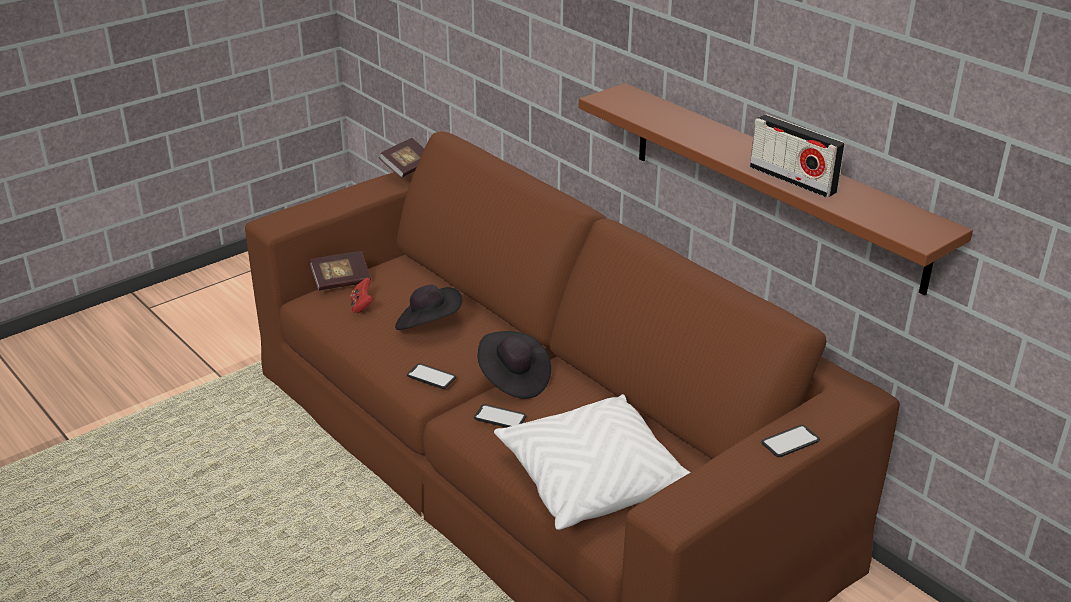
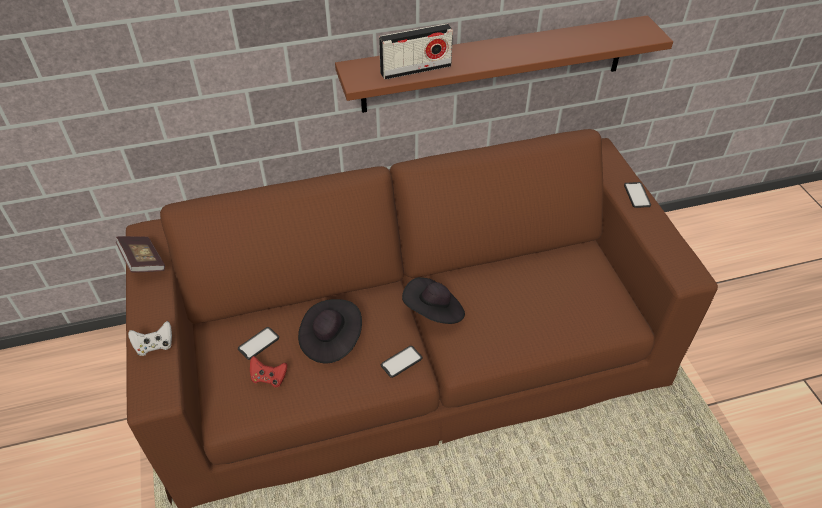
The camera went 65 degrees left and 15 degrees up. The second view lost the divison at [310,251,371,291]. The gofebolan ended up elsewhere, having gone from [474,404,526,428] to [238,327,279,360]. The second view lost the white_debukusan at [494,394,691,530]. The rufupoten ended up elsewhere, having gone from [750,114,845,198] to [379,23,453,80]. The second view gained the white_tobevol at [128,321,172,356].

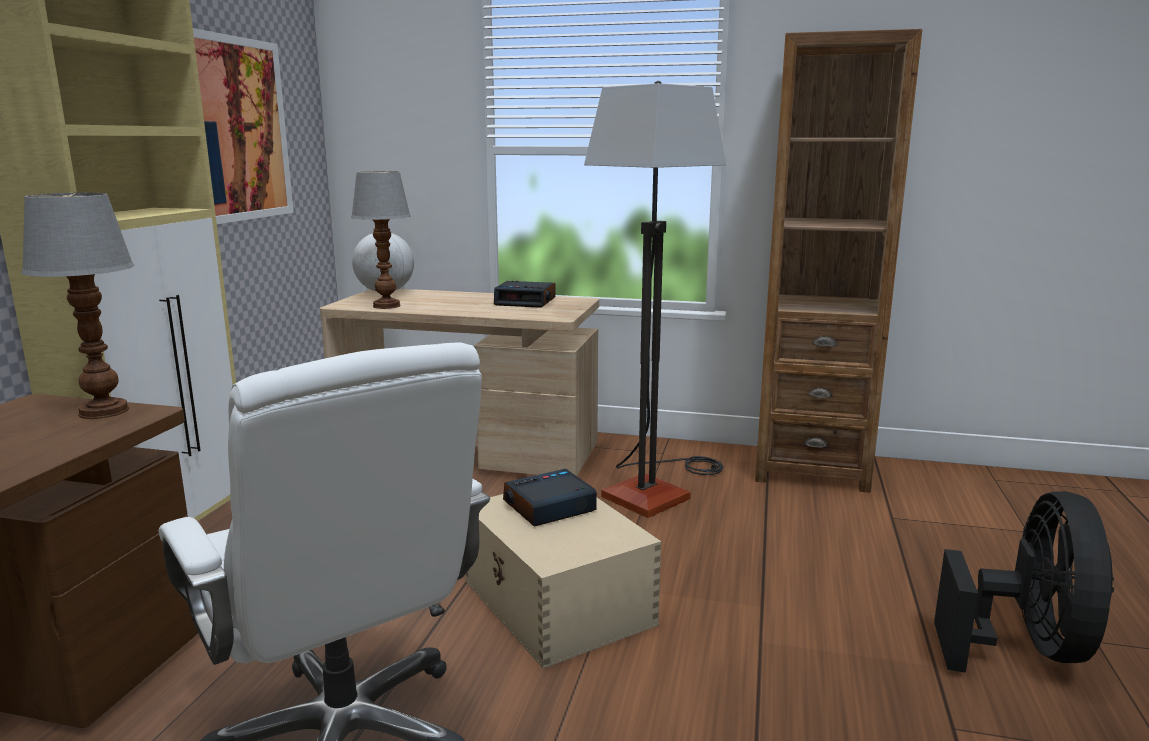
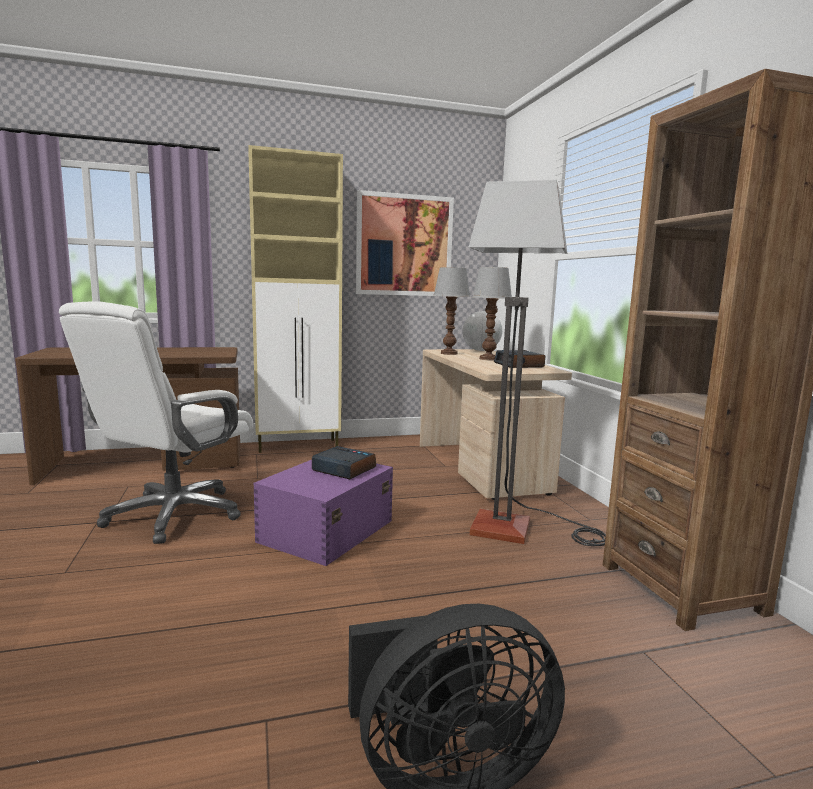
The camera went 60 degrees right and 5 degrees down. The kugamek ended up elsewhere, having gone from [21,193,134,419] to [473,267,512,361]. What was the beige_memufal at [465,494,661,668] turned into the purple_memufal at [253,460,393,566].

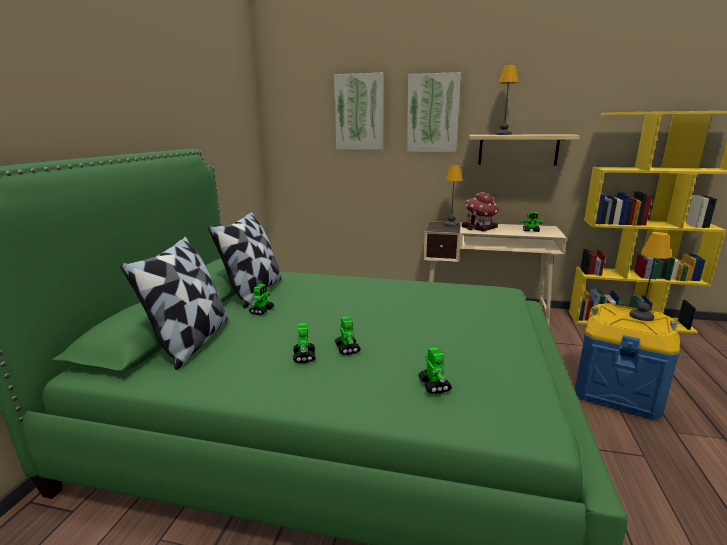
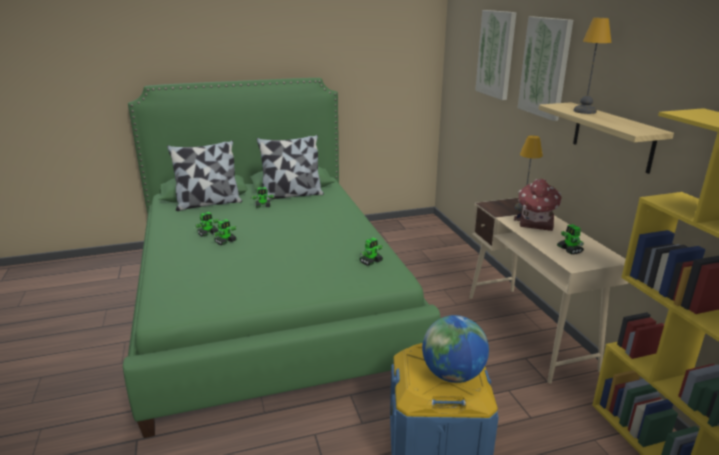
The camera went 60 degrees right and 5 degrees up. The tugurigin ended up elsewhere, having gone from [418,347,452,394] to [360,238,383,266]. Where the kugamek stood at [629,232,671,321], the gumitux came to stand at [422,315,489,383].

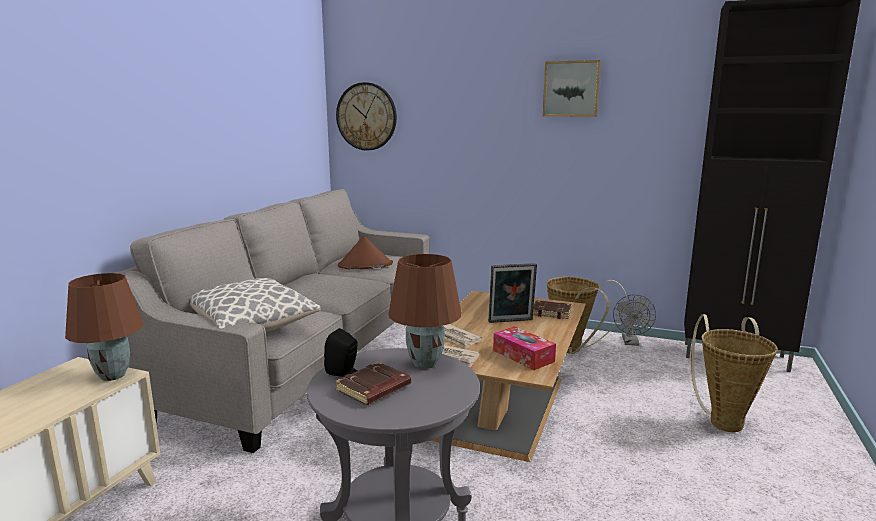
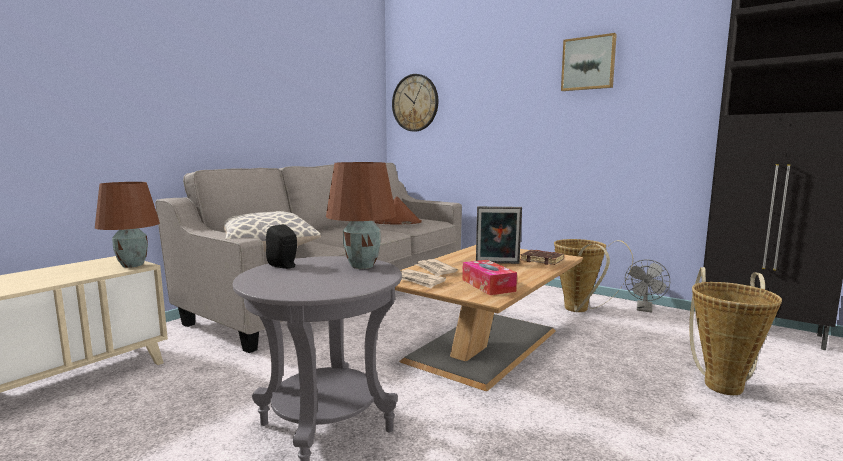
The camera went 15 degrees right and 5 degrees down. The second view lost the brown_divison at [335,362,411,405].

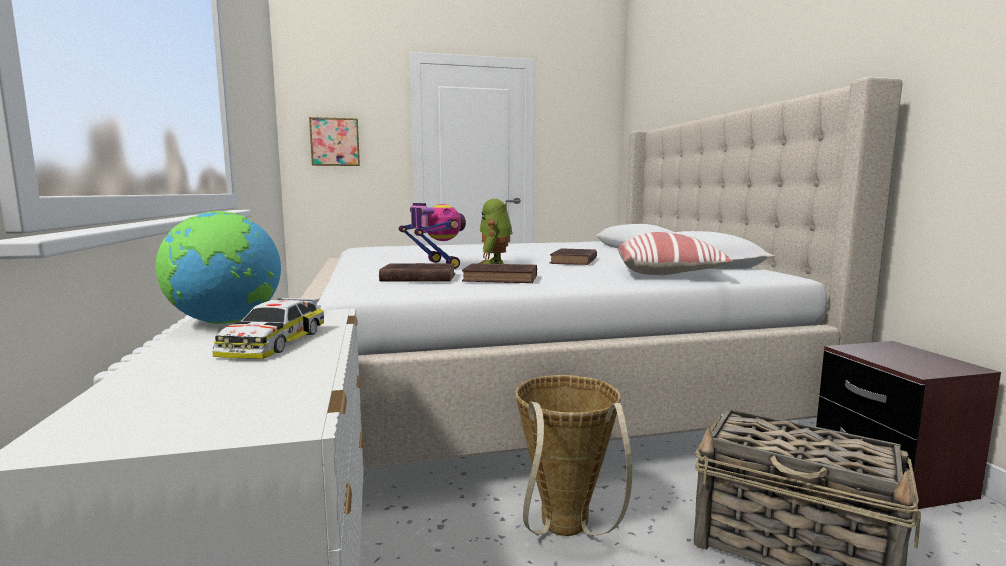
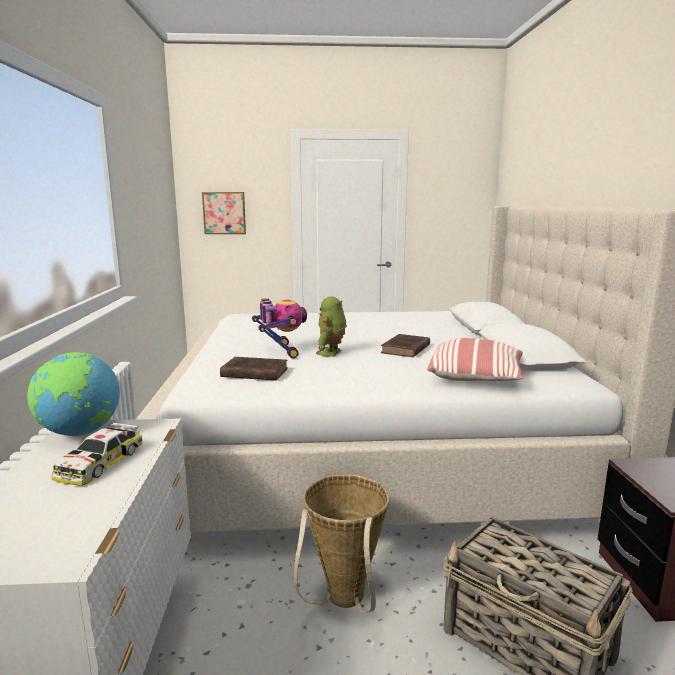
The camera went 10 degrees right and 5 degrees up. The second view lost the brown_divison at [462,263,537,283].

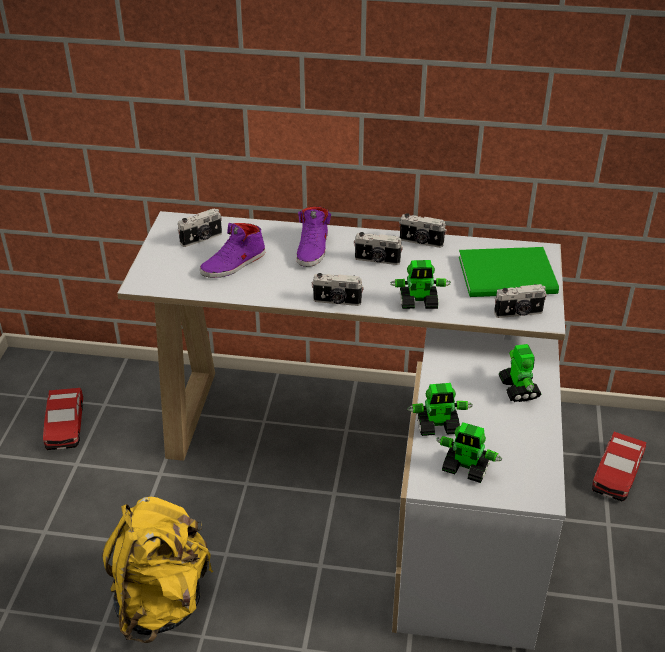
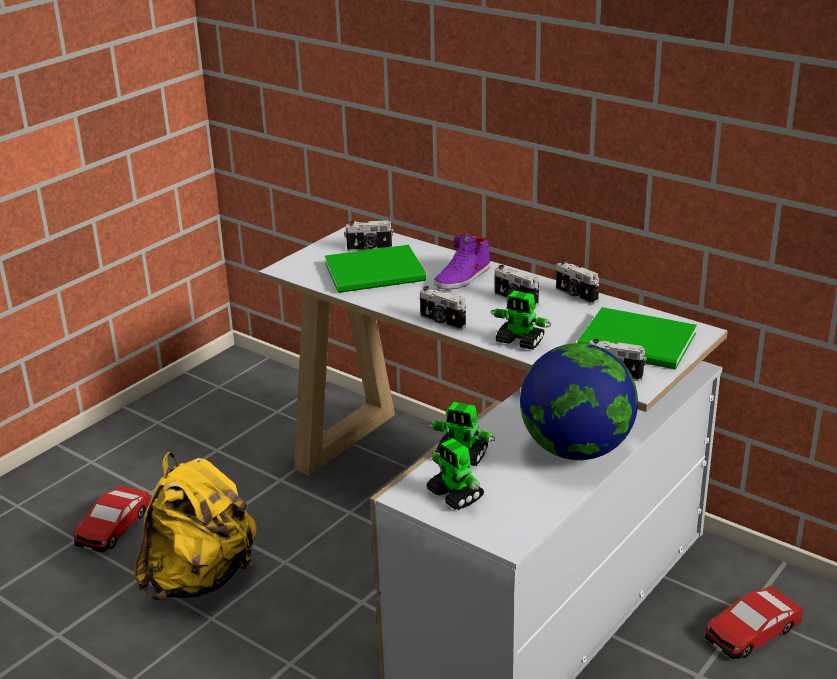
The camera went 30 degrees right and 10 degrees down. The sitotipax ended up elsewhere, having gone from [43,388,83,450] to [74,485,150,552]. Where the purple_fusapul stood at [200,223,265,278], the green_divison came to stand at [325,245,426,293]. Where the tugurigin stood at [499,344,541,402], the gumitux came to stand at [520,343,638,460].

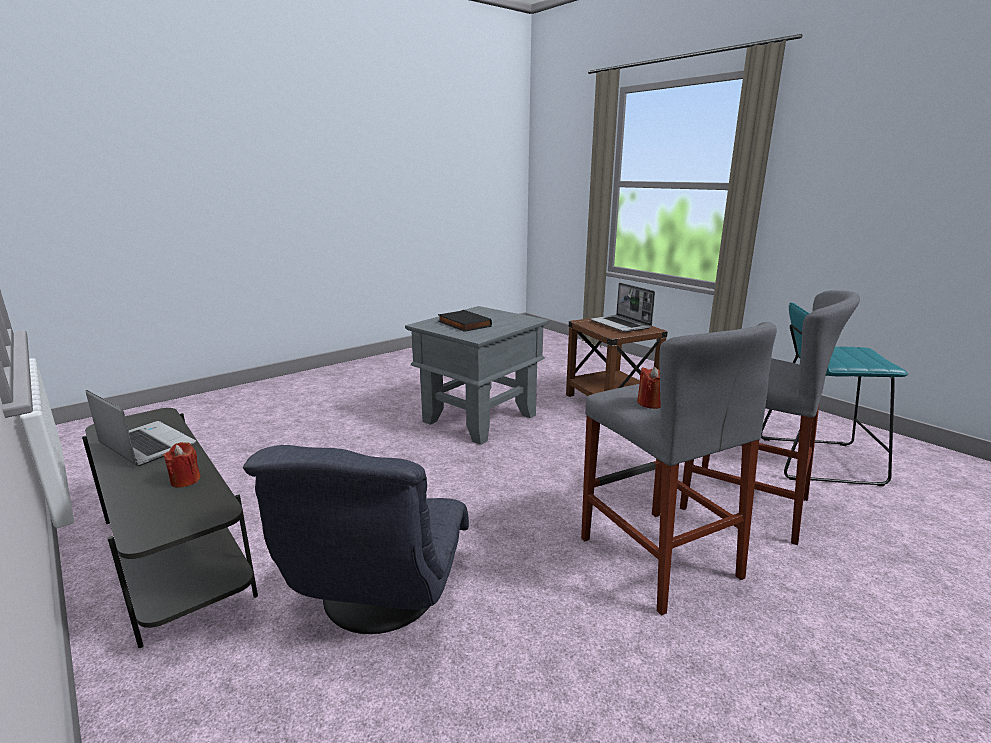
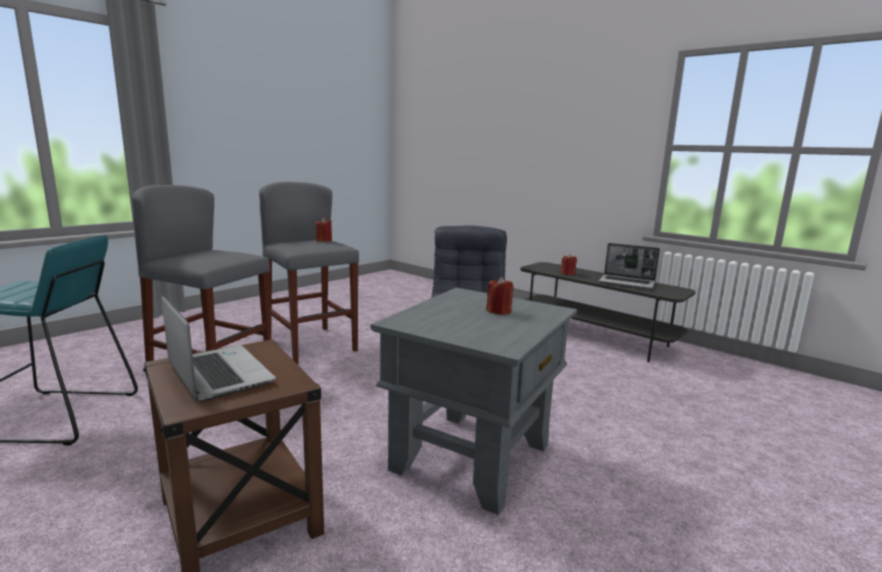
The camera went 170 degrees right and 5 degrees down. Where the black_divison stood at [438,310,492,332], the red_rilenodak came to stand at [486,277,514,315].

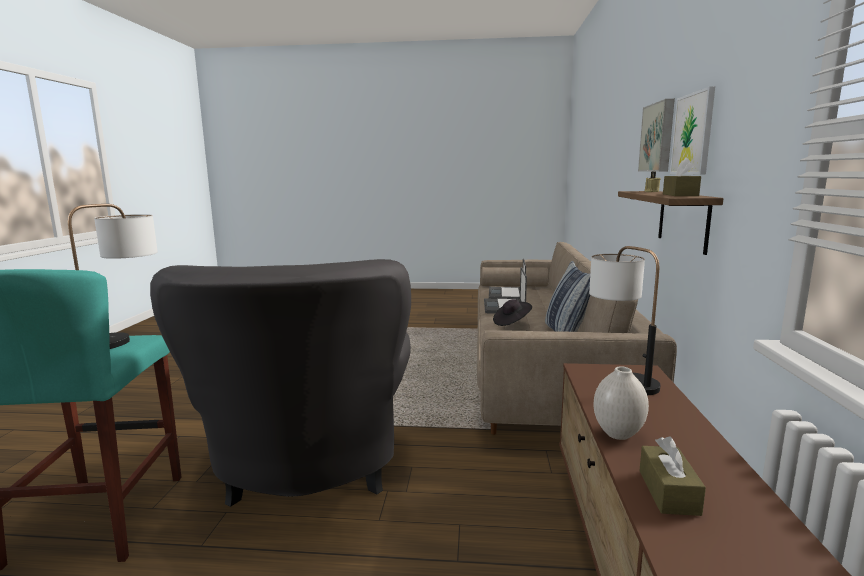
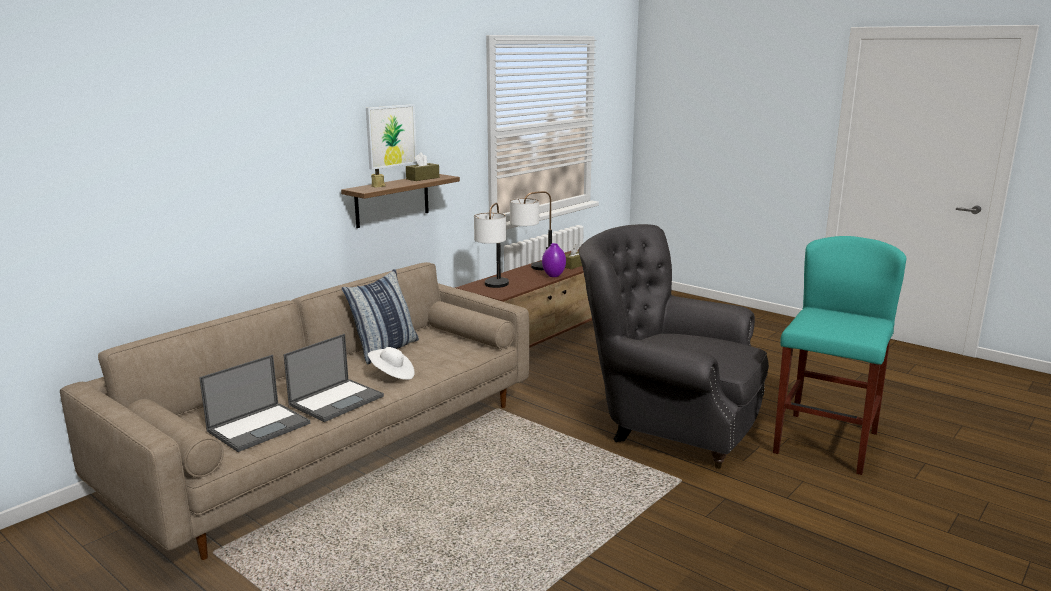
The camera went 145 degrees left and 5 degrees up. The kugamek ended up elsewhere, having gone from [68,204,158,349] to [510,191,552,270]. The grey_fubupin at [150,259,411,507] ended up facing another way, 90 degrees counterclockwise from before. What was the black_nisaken at [493,299,532,326] turned into the white_nisaken at [368,347,414,380]. What was the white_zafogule at [593,366,649,440] turned into the purple_zafogule at [542,243,566,277]. The second view lost the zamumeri at [638,99,675,172].

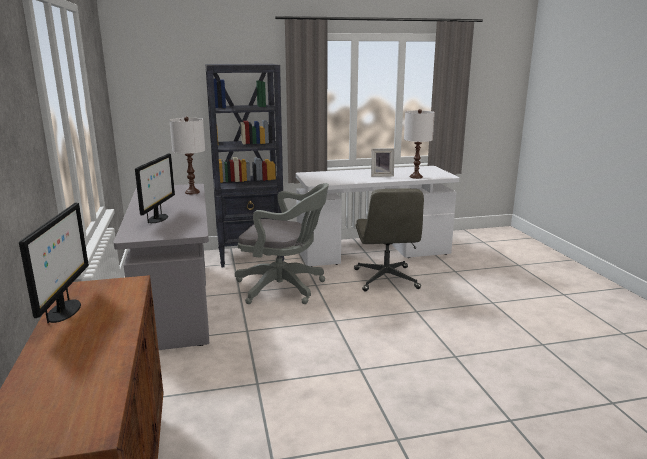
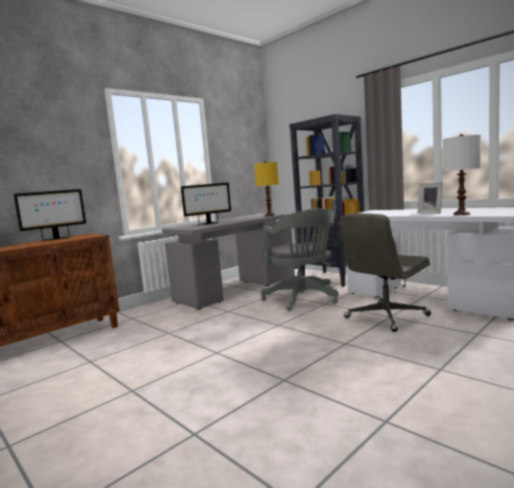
The camera went 60 degrees right and 10 degrees down. What was the white_kugamek at [169,117,205,194] turned into the yellow_kugamek at [254,161,279,217].

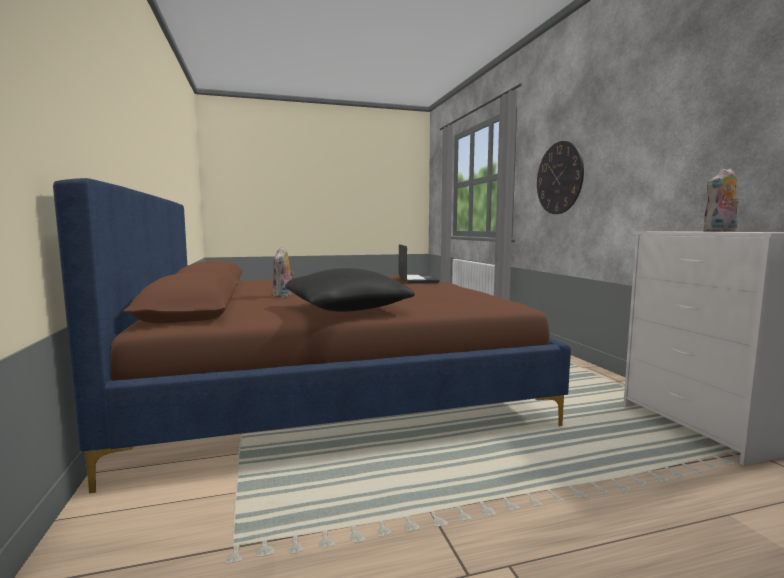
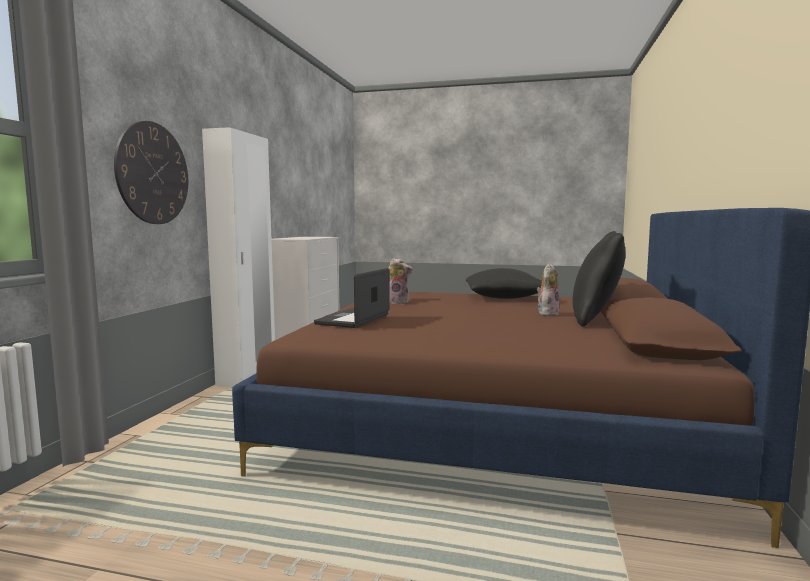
The camera went 150 degrees left and 0 degrees up. The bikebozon ended up elsewhere, having gone from [703,168,739,232] to [389,258,413,304]. The second view gained the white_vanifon at [202,127,275,387]. The second view gained the black_debukusan at [573,231,626,327].

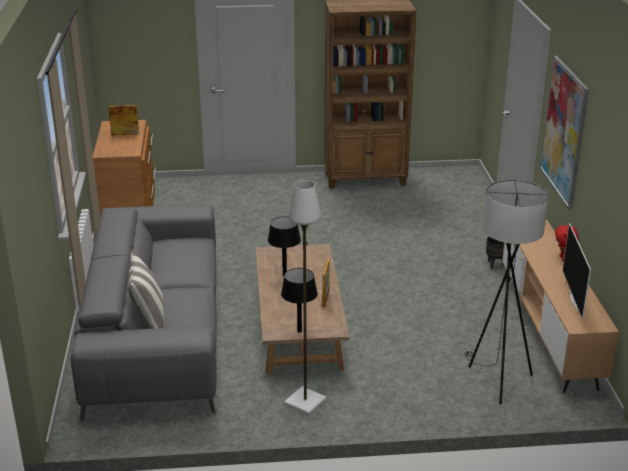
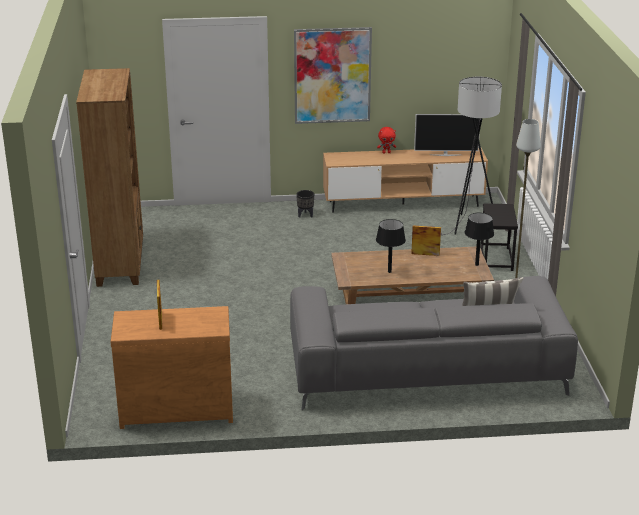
The camera went 90 degrees left and 0 degrees up. The second view gained the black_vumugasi at [480,203,518,271].

